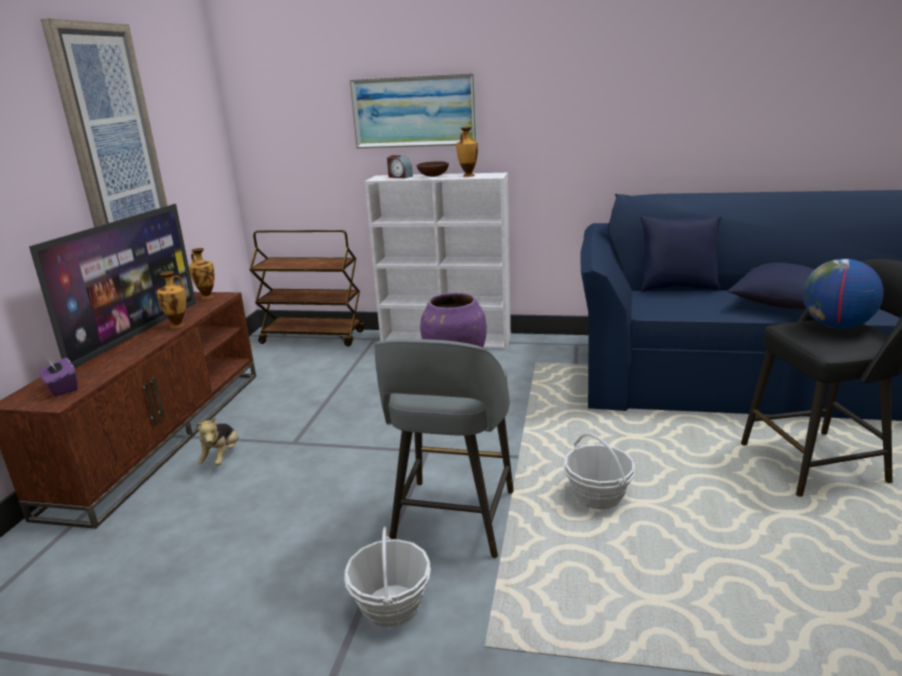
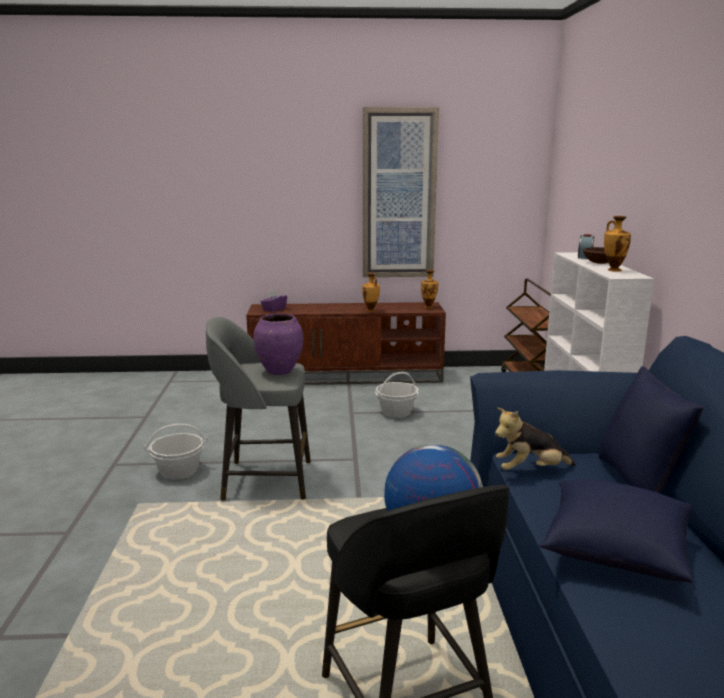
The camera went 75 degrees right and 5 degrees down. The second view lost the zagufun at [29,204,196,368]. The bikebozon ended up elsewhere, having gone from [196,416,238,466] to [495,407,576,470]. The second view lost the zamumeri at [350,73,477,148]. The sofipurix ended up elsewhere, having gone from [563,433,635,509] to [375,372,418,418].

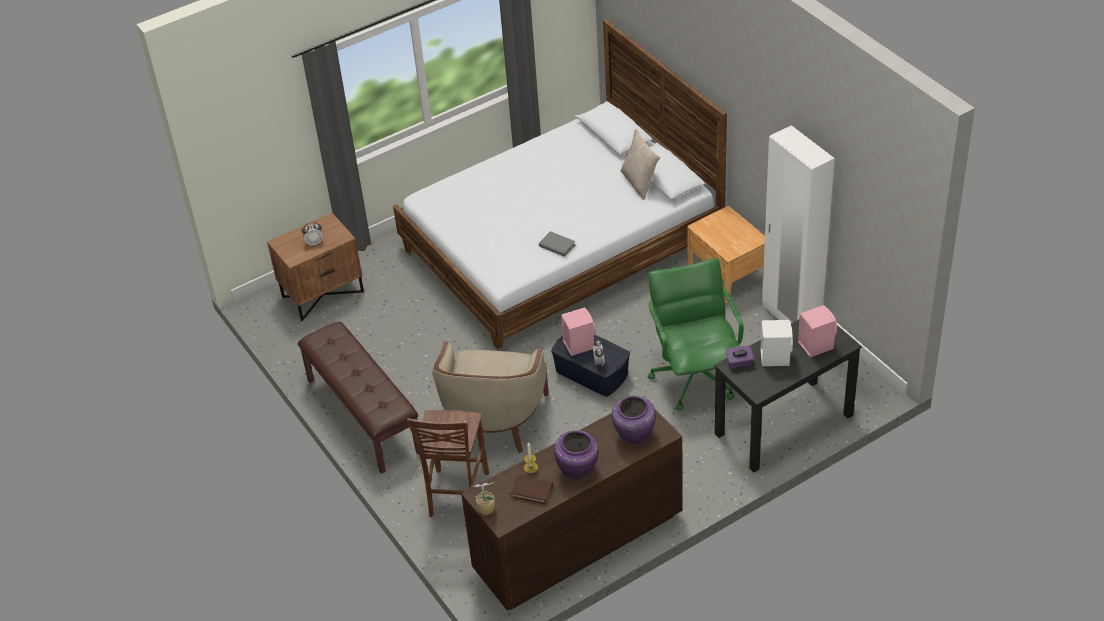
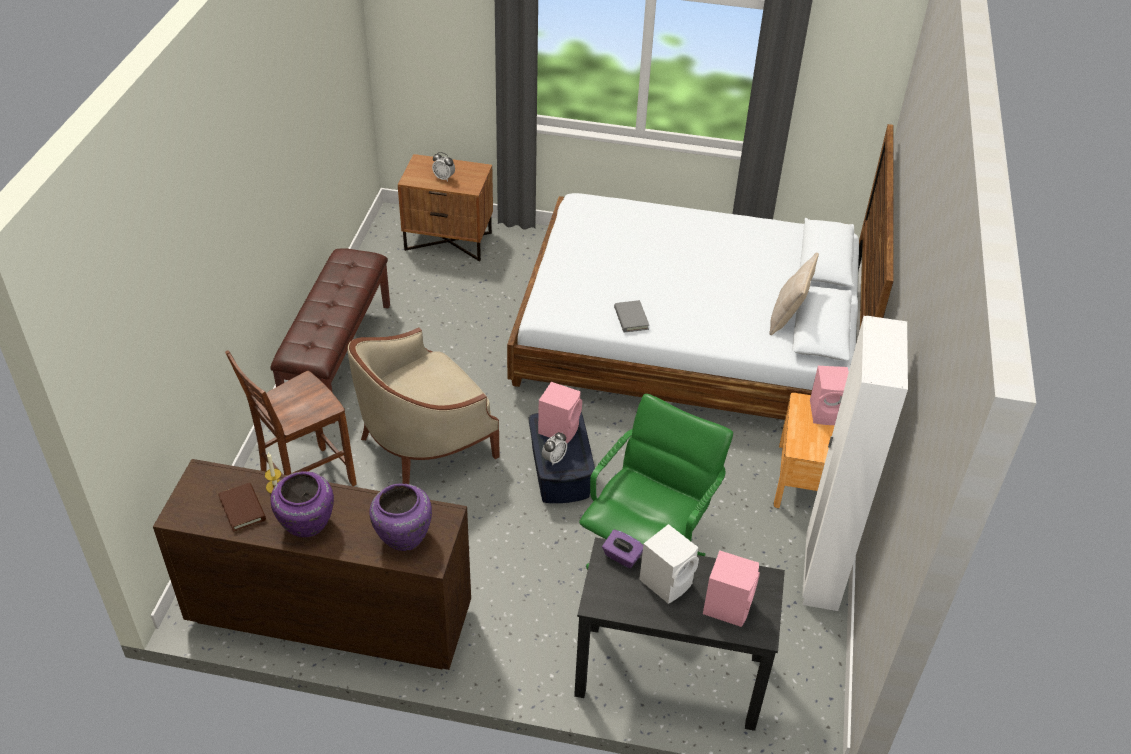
The camera went 40 degrees right and 0 degrees up. The second view lost the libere at [471,483,496,515]. The second view gained the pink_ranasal at [810,366,849,425].

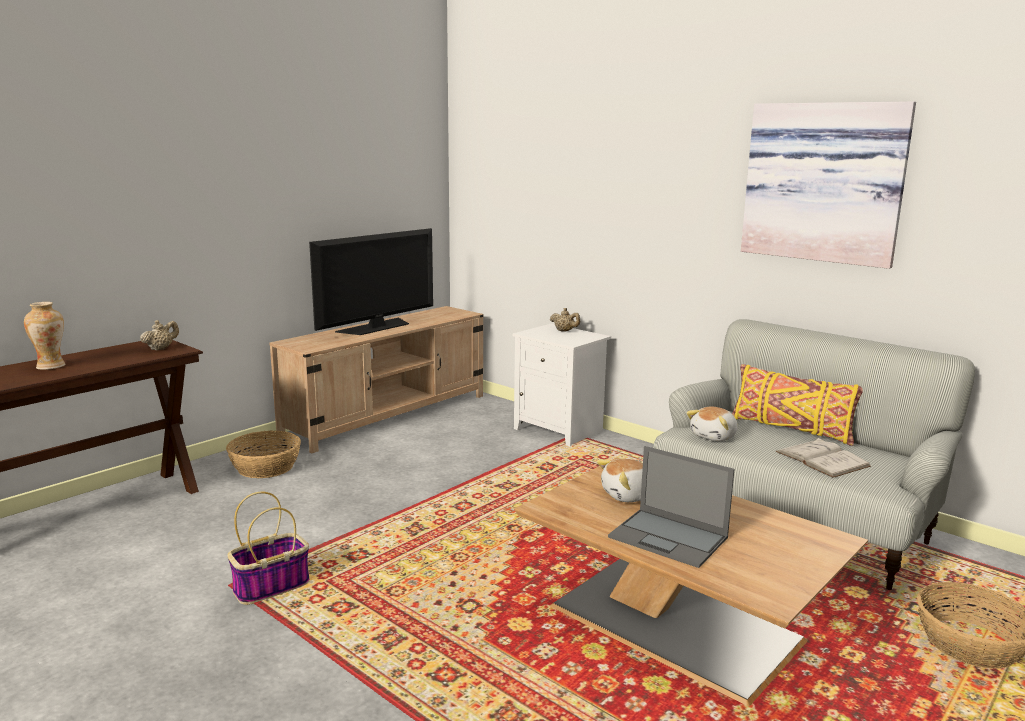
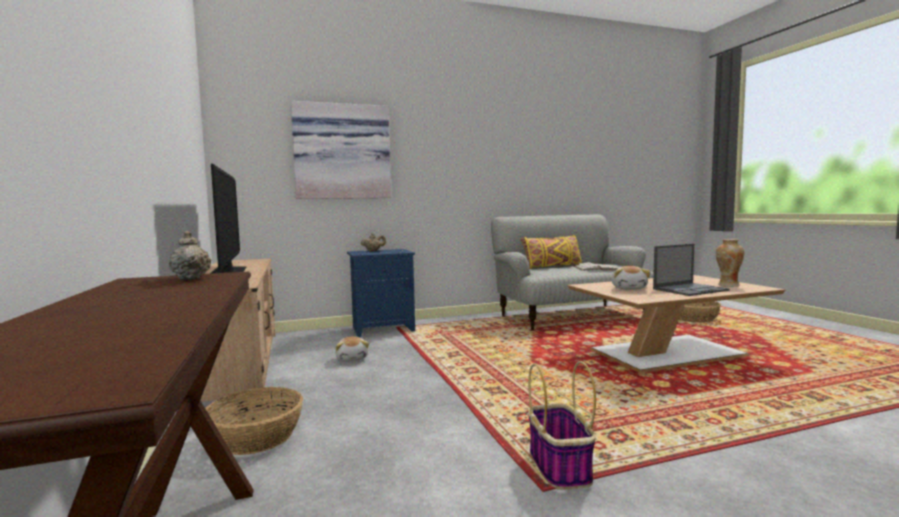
The camera went 60 degrees left and 10 degrees down. The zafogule ended up elsewhere, having gone from [24,302,65,370] to [716,239,744,287]. What was the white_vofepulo at [513,324,611,446] turned into the blue_vofepulo at [347,249,415,338]. The bikebozon ended up elsewhere, having gone from [687,406,738,441] to [335,336,369,361]. The zamumeri ended up elsewhere, having gone from [741,101,916,269] to [291,101,391,199].

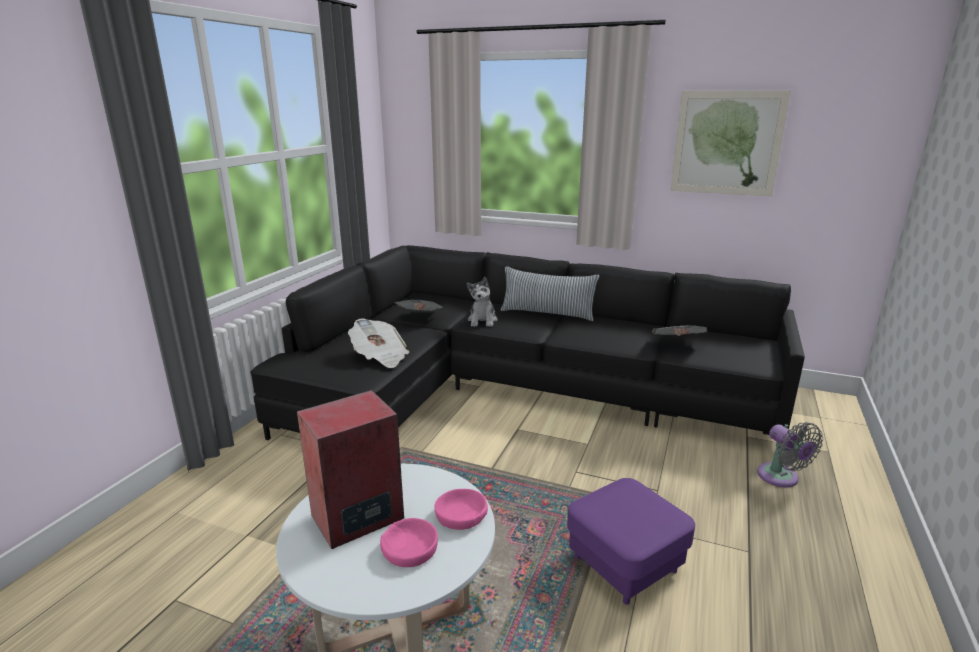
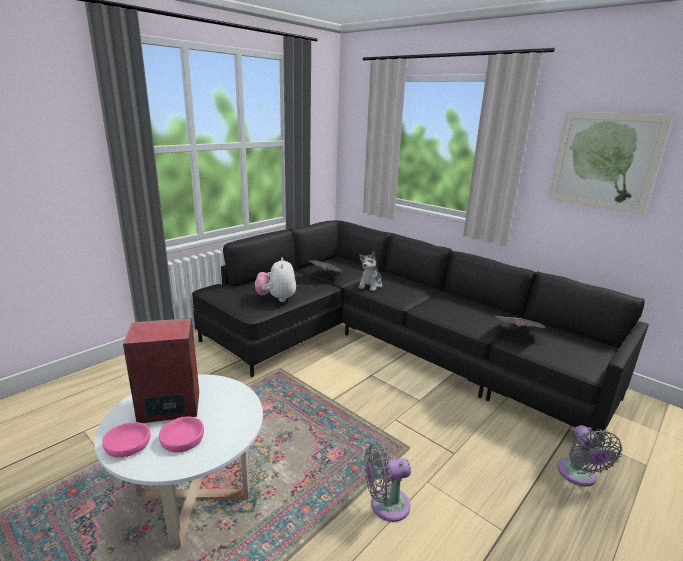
The camera went 20 degrees right and 0 degrees up. Where the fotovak stood at [348,318,409,368], the bikebozon came to stand at [255,257,296,302]. The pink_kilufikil ended up elsewhere, having gone from [435,489,488,530] to [102,422,151,458]. The second view lost the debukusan at [501,266,599,321]. Where the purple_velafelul stood at [567,478,695,605], the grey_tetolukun came to stand at [364,443,411,522].

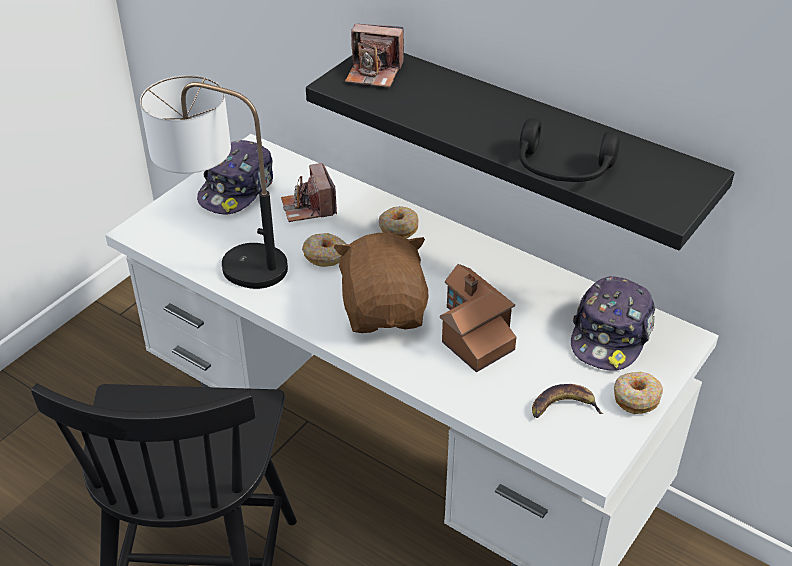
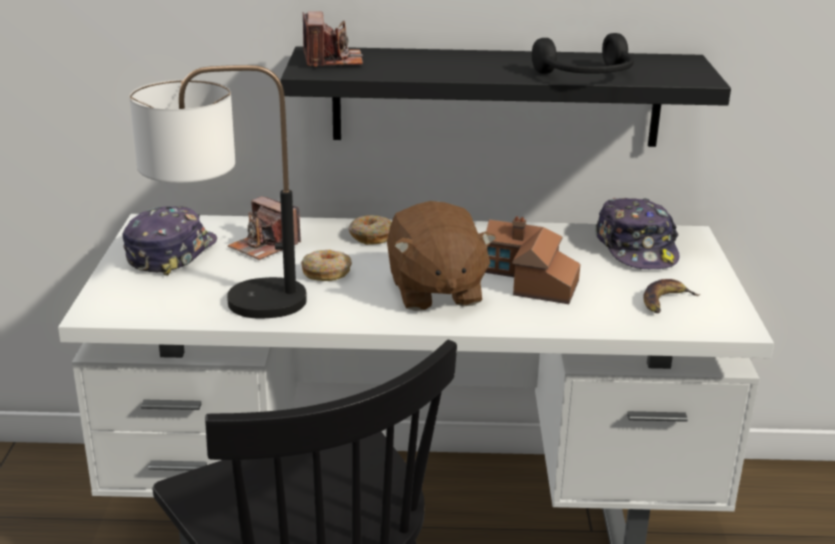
The camera went 35 degrees left and 15 degrees down. The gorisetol at [197,140,273,215] ended up facing another way, 150 degrees counterclockwise from before. The brown_bikebozon at [334,233,429,333] ended up facing another way, 150 degrees counterclockwise from before. The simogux at [345,24,404,88] ended up facing another way, 75 degrees counterclockwise from before. The second view lost the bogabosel at [614,372,663,414].

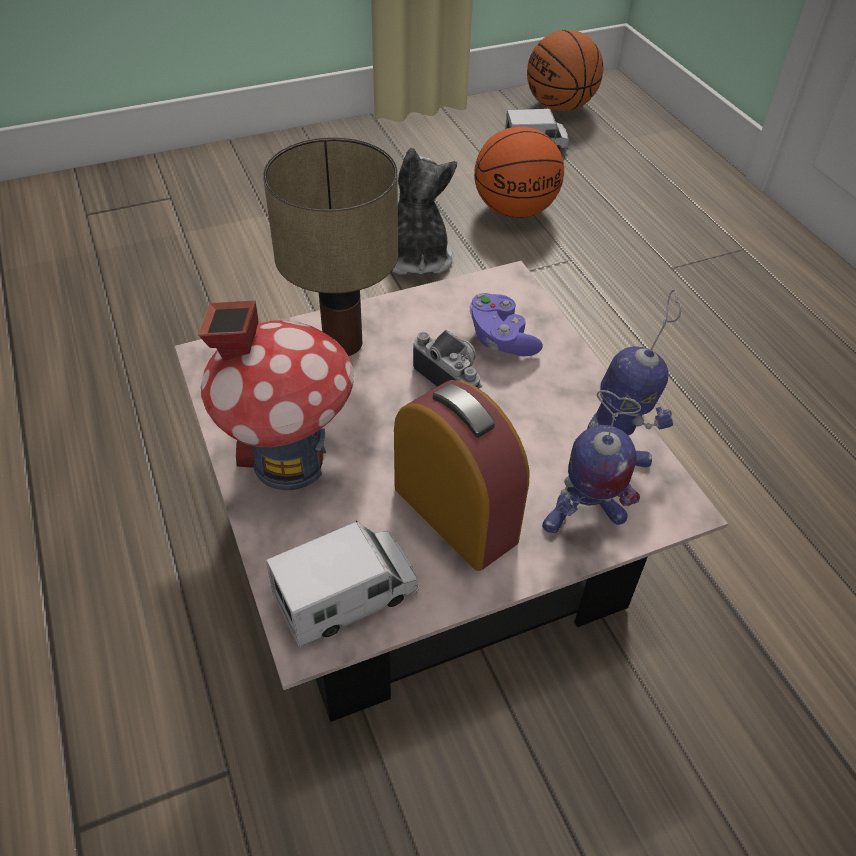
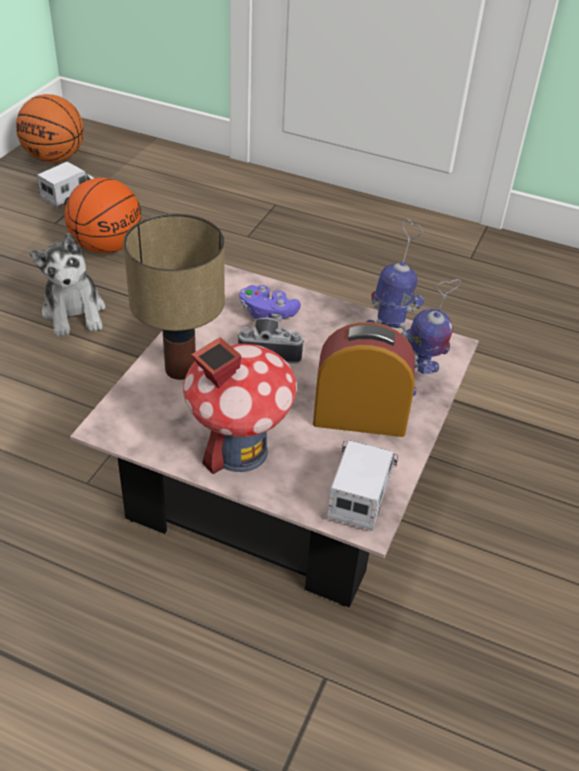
The camera went 45 degrees left and 5 degrees down. The bikebozon at [392,148,457,275] ended up facing another way, 150 degrees counterclockwise from before.

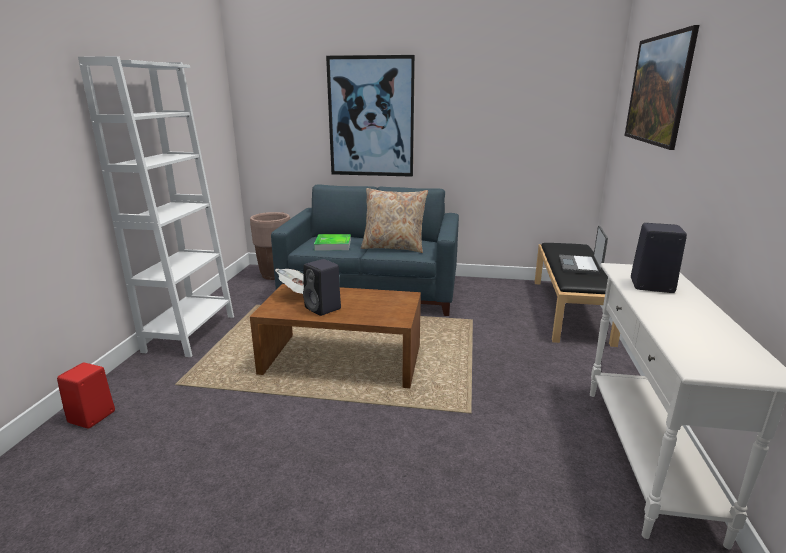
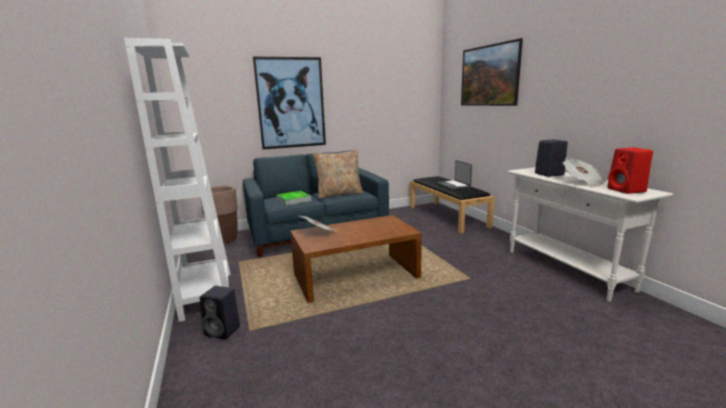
The camera went 30 degrees left and 5 degrees down. The red_ranasal ended up elsewhere, having gone from [57,363,115,428] to [607,148,653,194]. The black_ranasal ended up elsewhere, having gone from [303,259,341,316] to [200,286,240,339]. The second view gained the fotovak at [563,158,606,187].

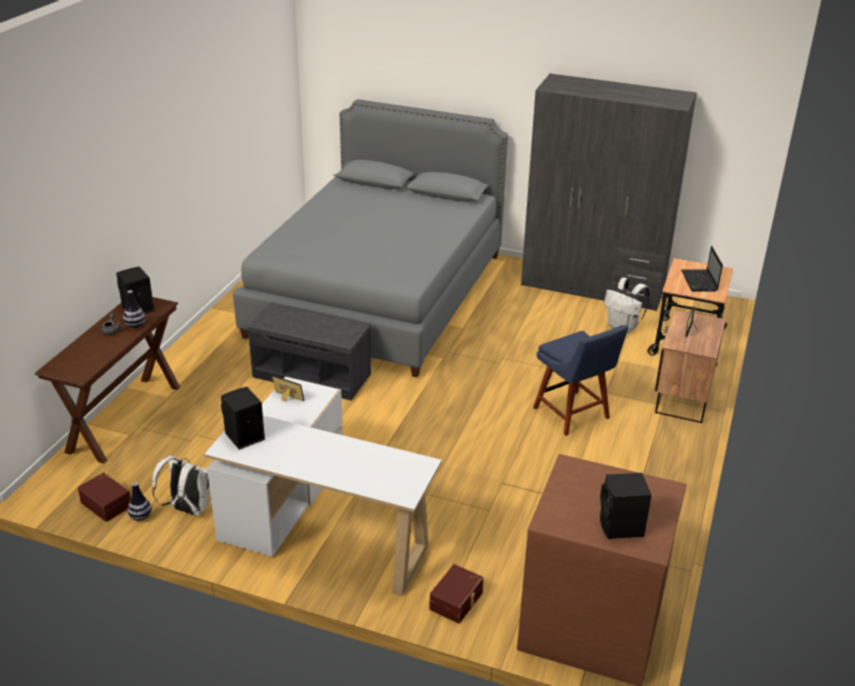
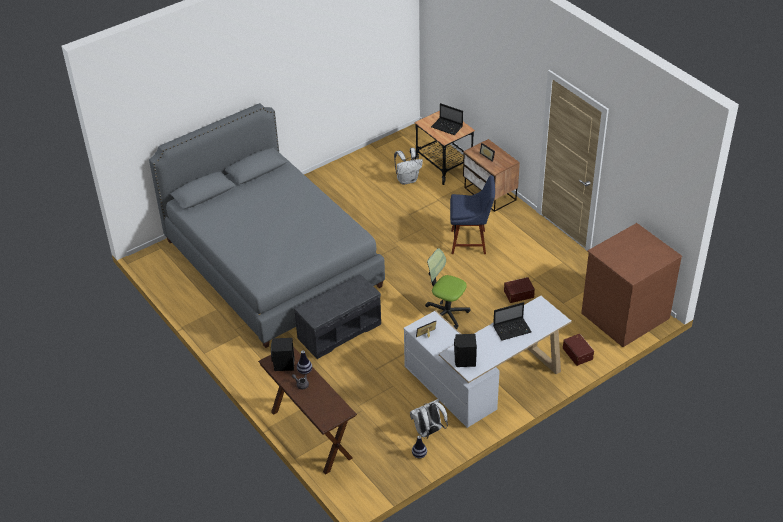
The camera went 55 degrees left and 10 degrees up. The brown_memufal ended up elsewhere, having gone from [78,472,131,522] to [504,277,535,303]. The second view lost the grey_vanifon at [521,73,697,311]. The second view lost the black_ranasal at [600,473,652,539]. The second view gained the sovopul at [425,248,470,329]. The second view gained the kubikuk at [493,302,531,341].

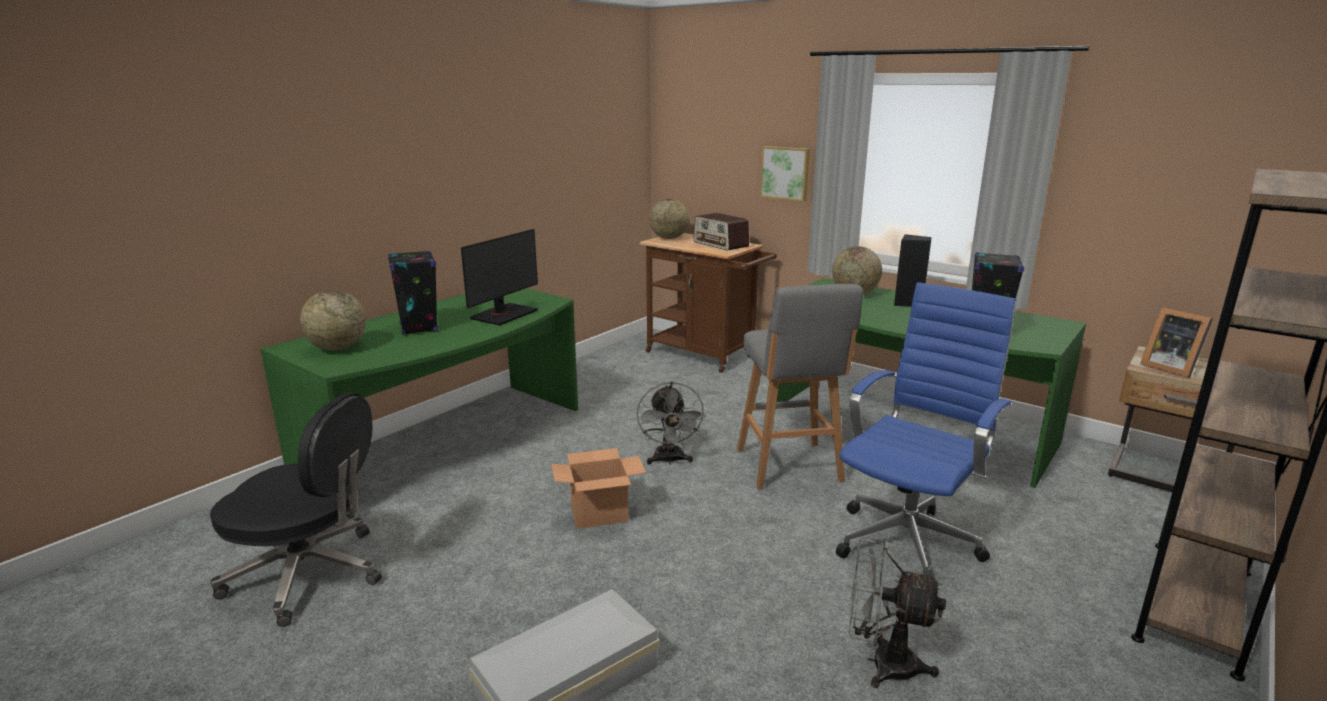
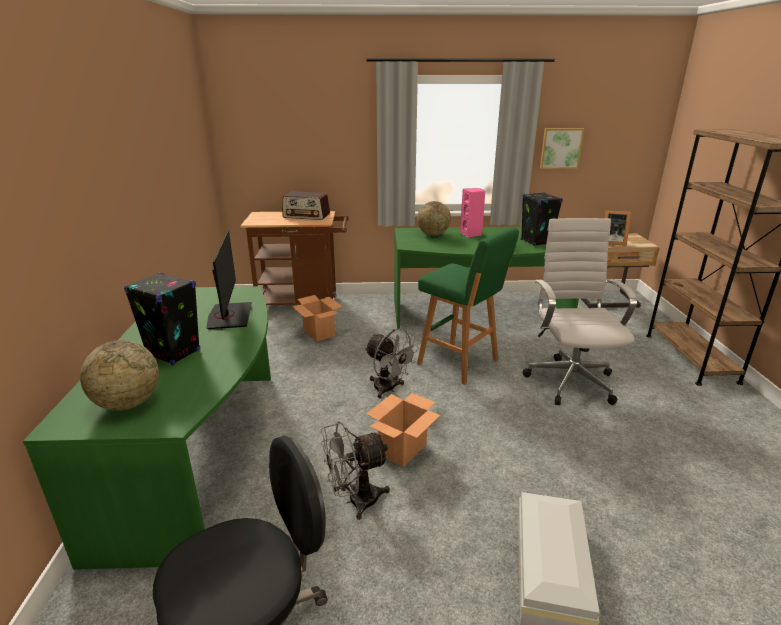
The camera went 40 degrees left and 5 degrees up. The second view lost the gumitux at [649,199,689,239]. What was the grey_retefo at [737,284,863,489] turned into the green_retefo at [417,227,519,385]. The zamumeri ended up elsewhere, having gone from [760,146,810,201] to [540,128,584,169]. What was the blue_sovopul at [836,282,1017,575] turned into the white_sovopul at [522,218,637,405]. The grey_tetolukun ended up elsewhere, having gone from [849,537,946,688] to [321,421,390,520]. What was the black_ranasal at [894,234,932,307] turned into the pink_ranasal at [460,188,485,238]. The second view gained the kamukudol at [292,295,343,342].

